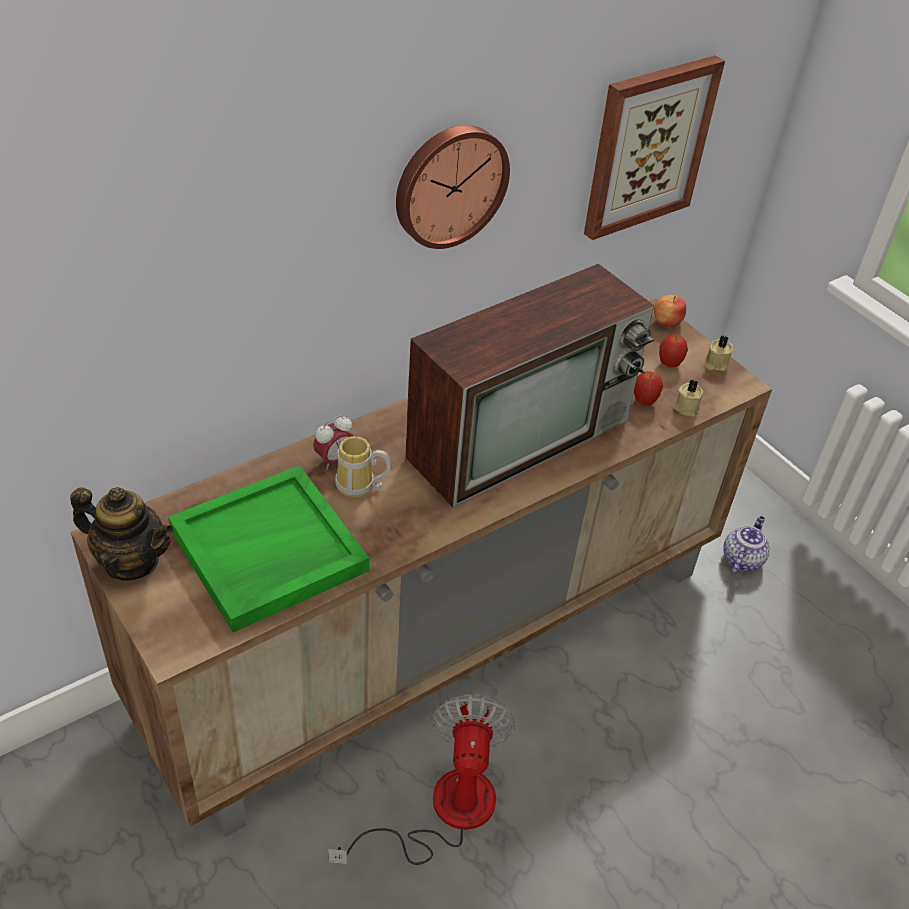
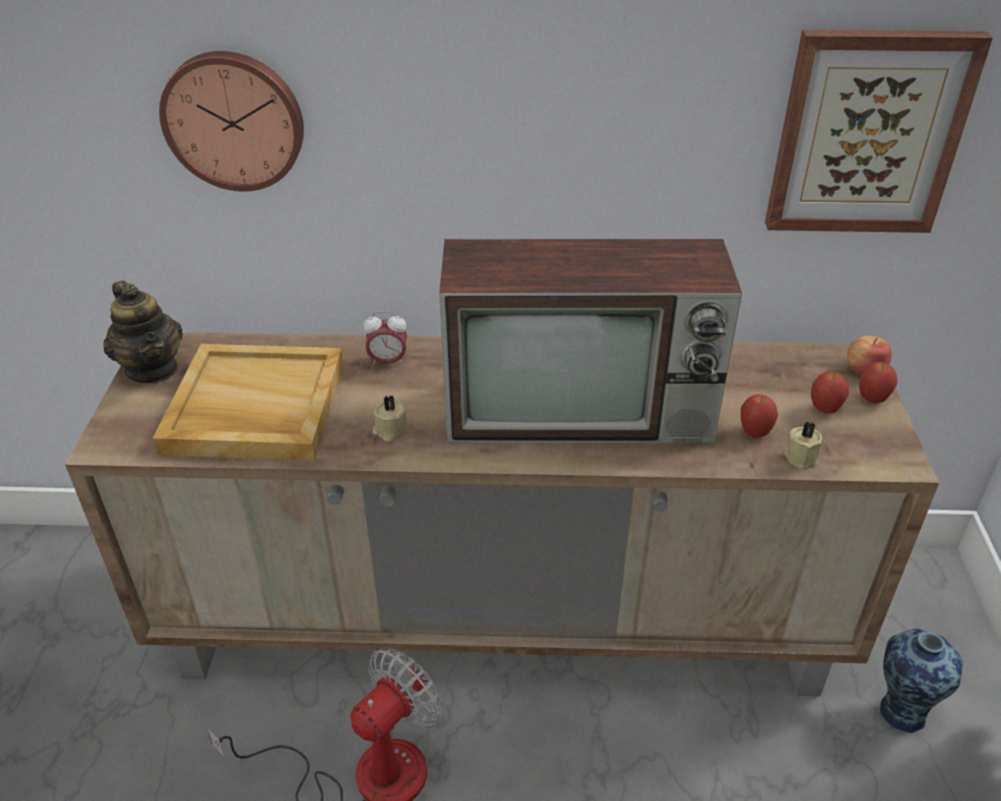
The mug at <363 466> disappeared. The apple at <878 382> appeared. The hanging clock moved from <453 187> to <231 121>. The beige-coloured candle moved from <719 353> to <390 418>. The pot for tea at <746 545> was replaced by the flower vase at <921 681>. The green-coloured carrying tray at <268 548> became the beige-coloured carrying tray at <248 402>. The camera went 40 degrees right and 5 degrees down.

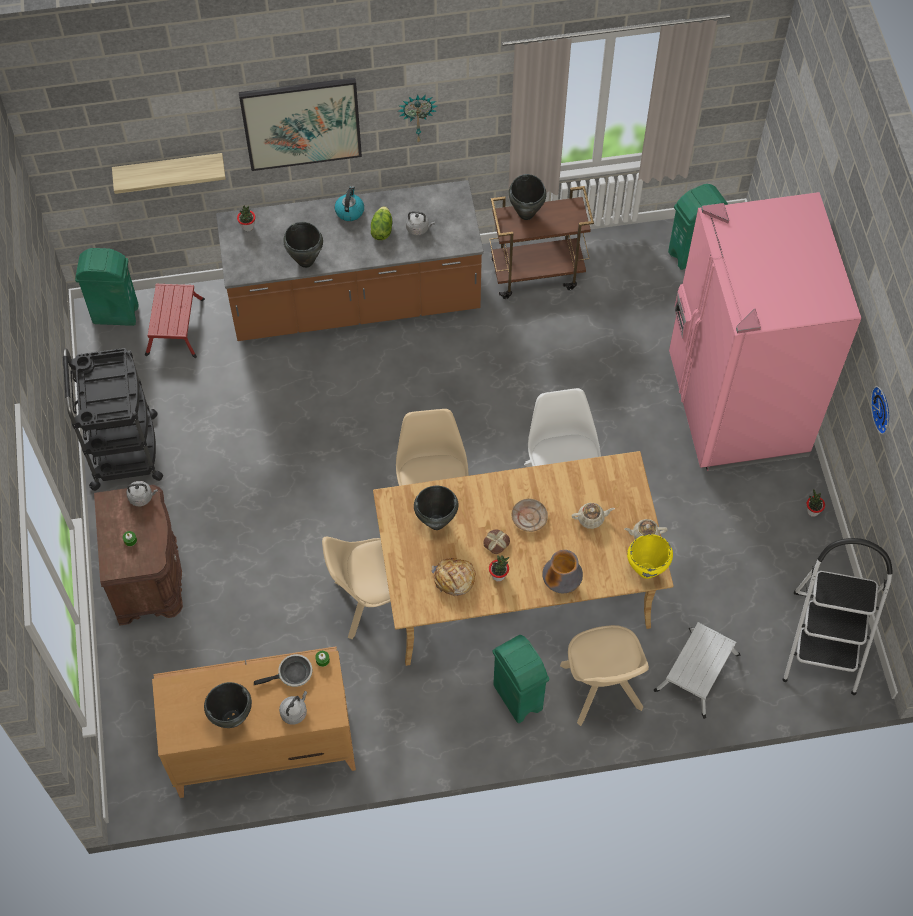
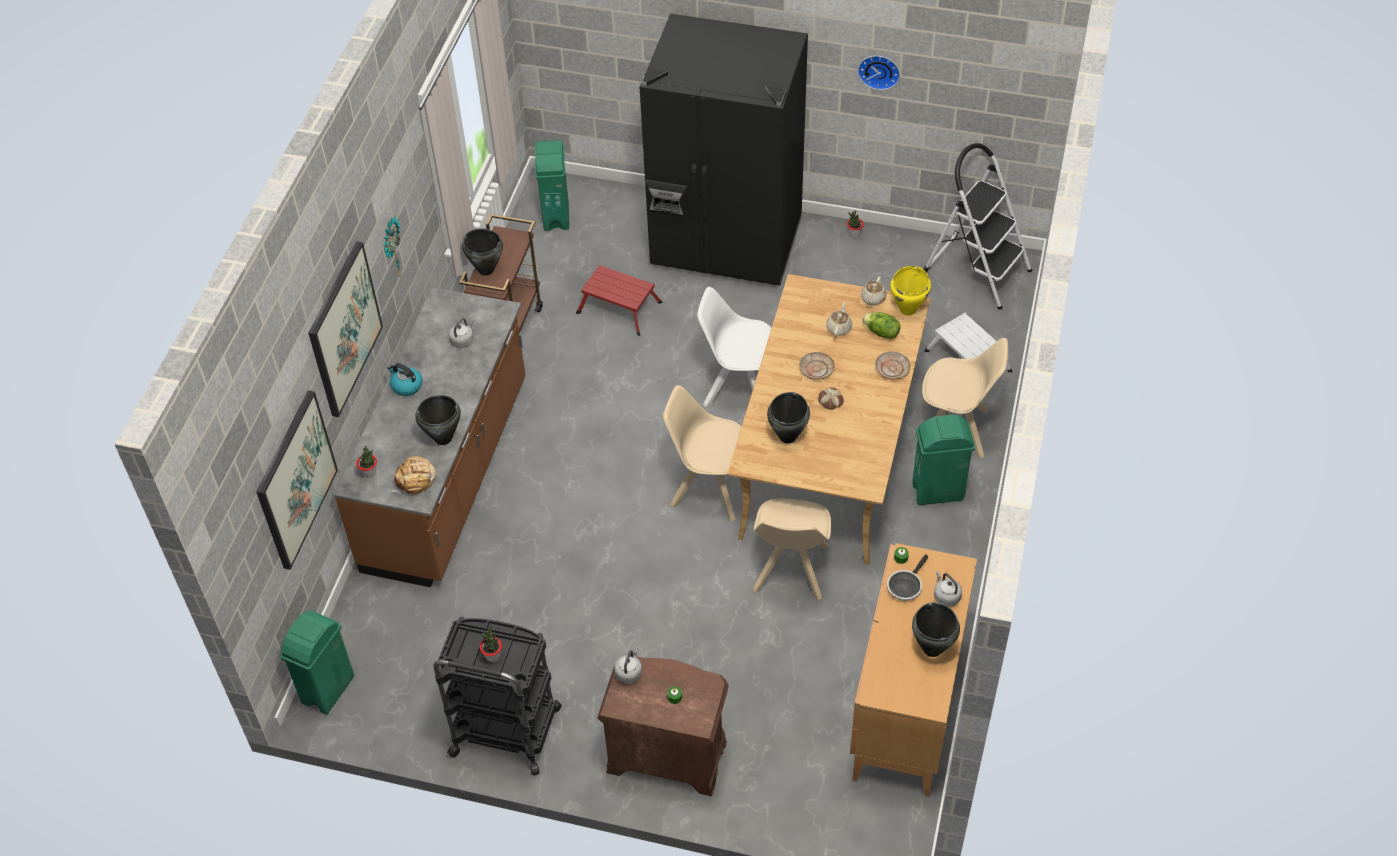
The red-coloured step ladder moved from <175 321> to <619 300>. The lettuce moved from <381 223> to <881 325>. The baked bread moved from <453 577> to <414 475>. The plant in a pot moved from <499 568> to <491 643>. The bracket shelf at <169 173> was replaced by the wall art at <297 480>. The flower vase at <562 571> was replaced by the beige-coloured plate at <893 365>. The pink-coloured fridge at <765 331> became the black fridge at <724 150>. The skillet at <283 670> turned 150 degrees counterclockwise. The camera went 65 degrees left and 10 degrees down.

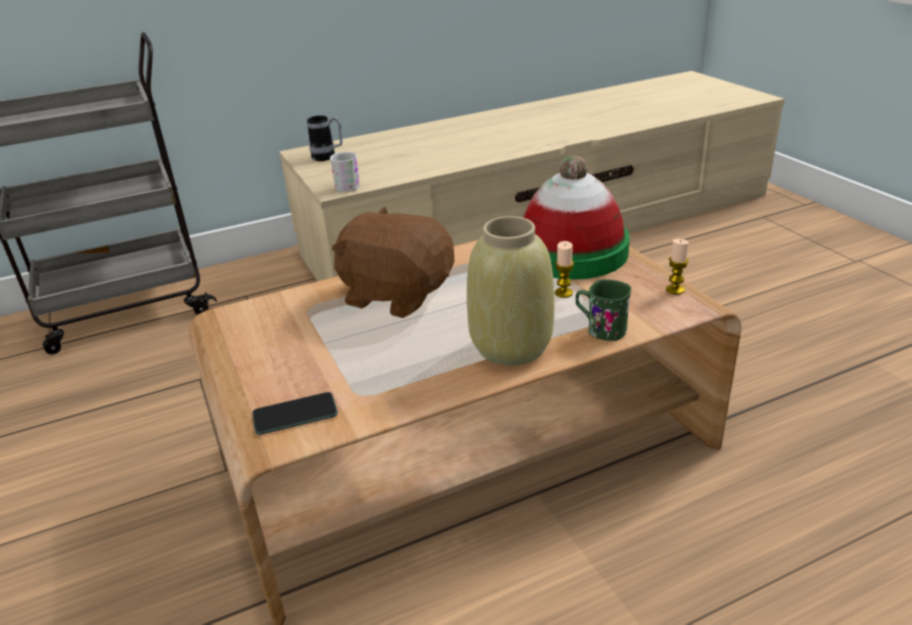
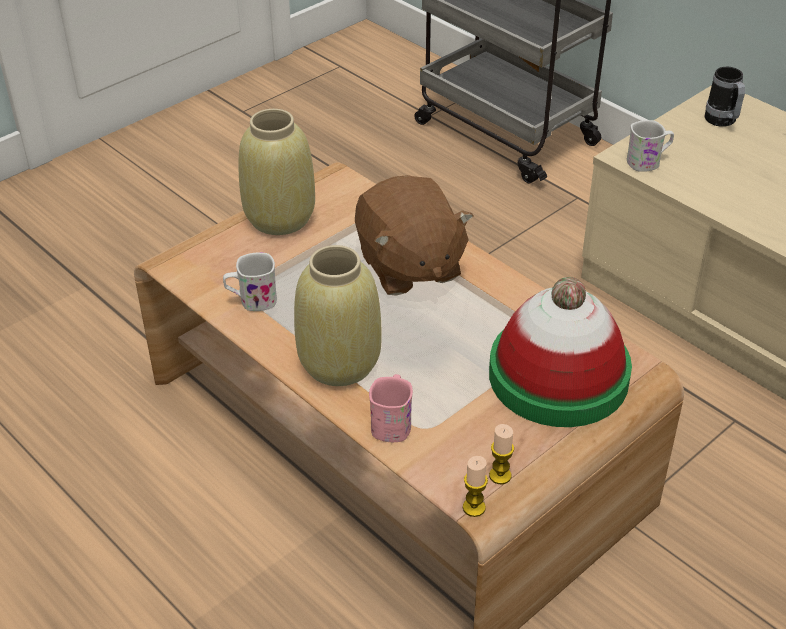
The telephone at <295 413> disappeared. The whitish mug at <250 282> appeared. The beige-coloured flower vase at <276 172> appeared. The candle moved from <564 269> to <475 486>. The green-coloured mug at <603 310> became the pink-coloured mug at <391 408>. The brown soft toy at <393 262> turned 150 degrees clockwise. The camera went 70 degrees right and 10 degrees up.

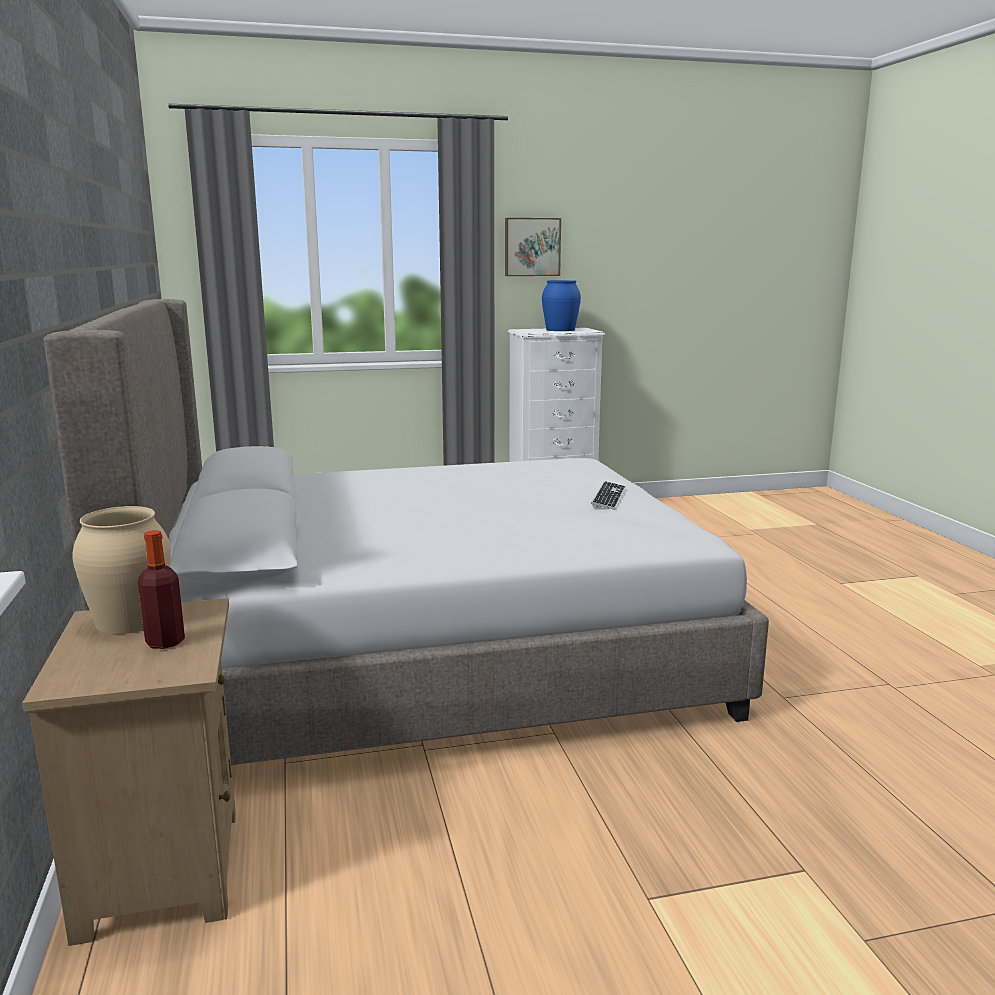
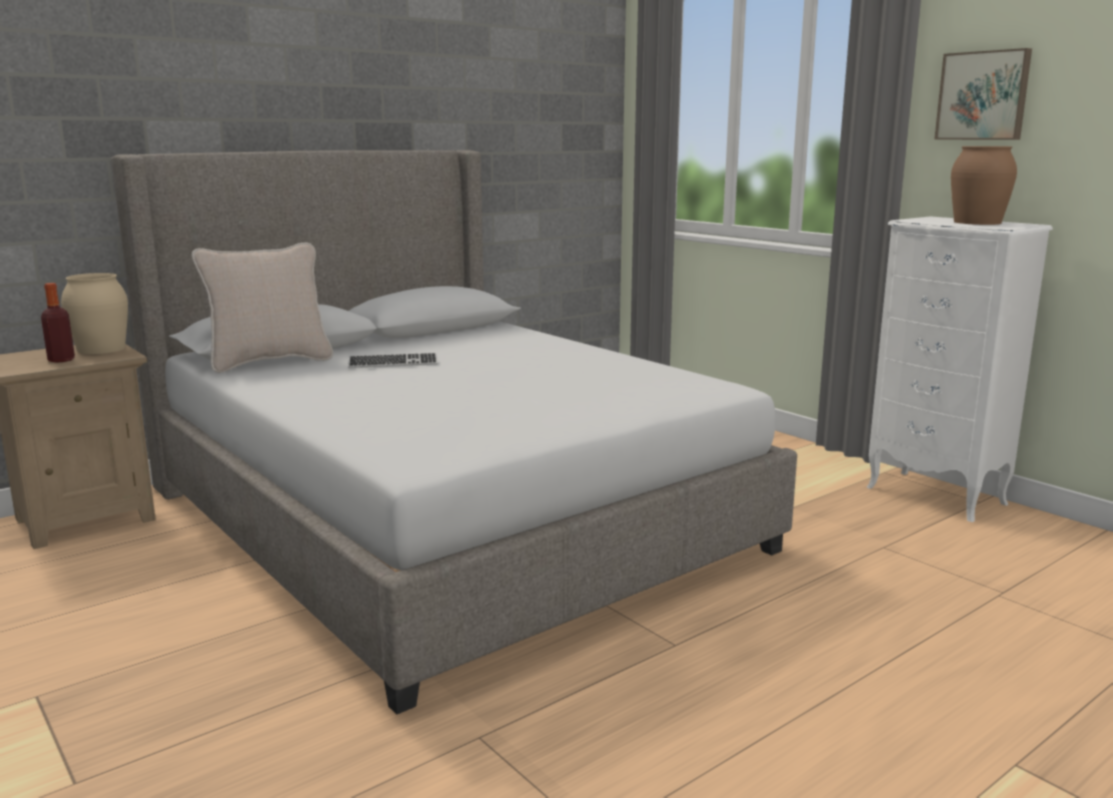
The beige-coloured cushion at <262 308> appeared. The PC keyboard moved from <608 495> to <393 360>. The blue-coloured flower vase at <561 305> became the brown flower vase at <984 185>. The camera went 65 degrees right and 0 degrees up.

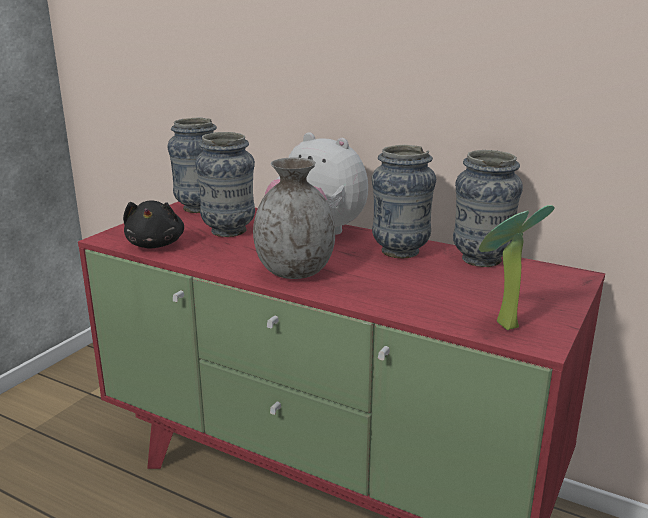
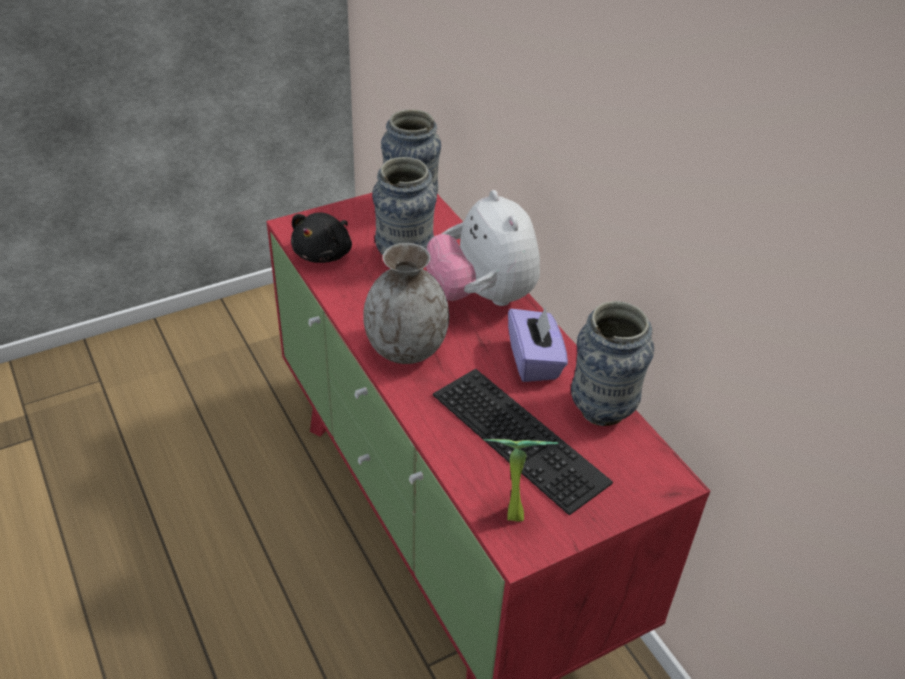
The PC keyboard at <523 442> appeared. The flower vase at <404 201> was replaced by the purple tissue box at <538 344>. The camera went 30 degrees right and 20 degrees up.

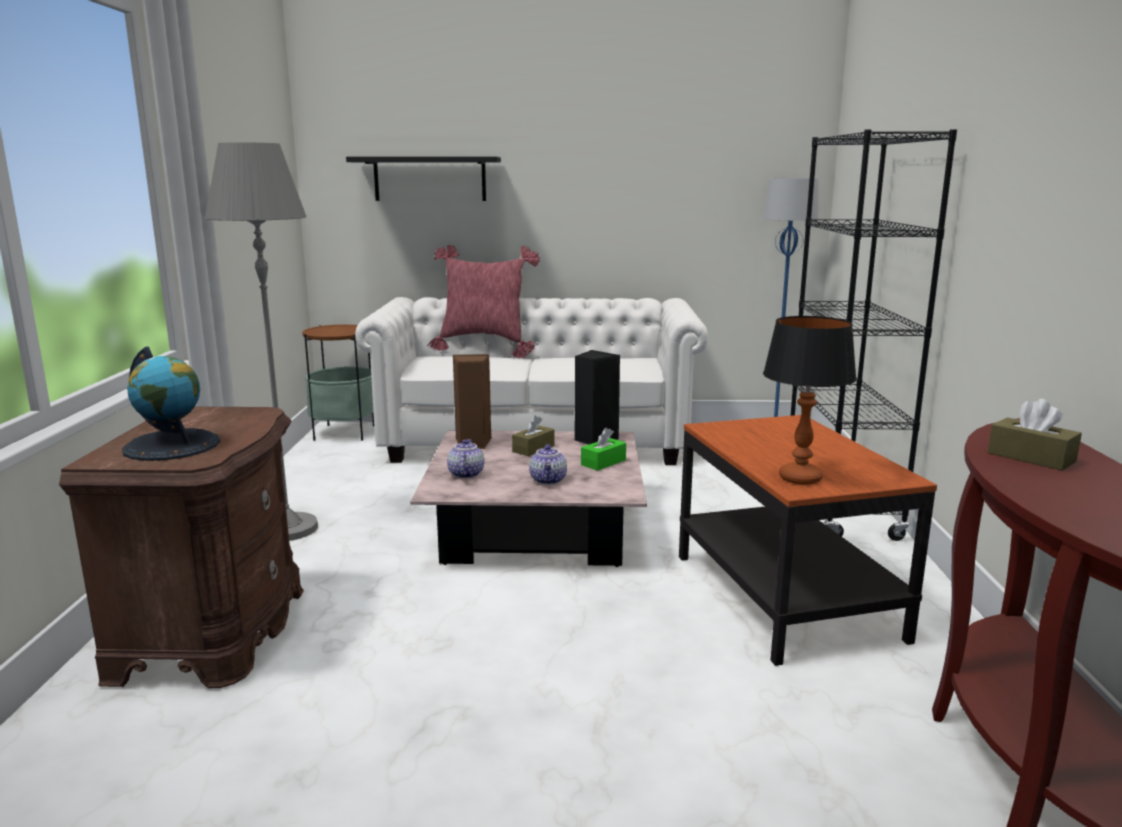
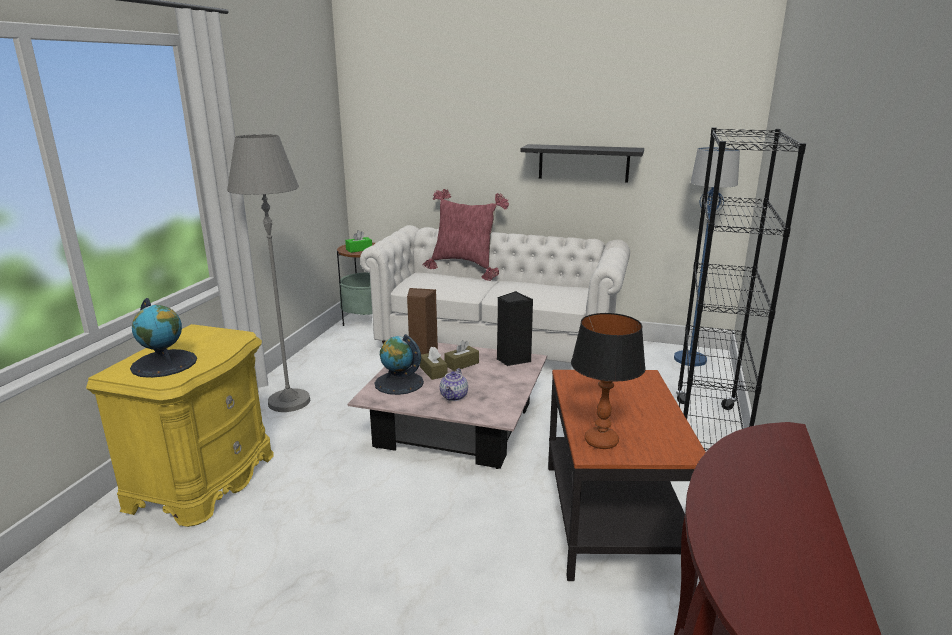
The black bracket shelf moved from <423 179> to <582 163>. The green-coloured tissue box moved from <603 449> to <358 241>. The brown tissue box moved from <1035 435> to <434 363>. The pot for tea at <465 459> was replaced by the globe at <399 364>. The brown bedside table at <181 547> became the yellow bedside table at <180 425>. The camera went 15 degrees right and 5 degrees up.

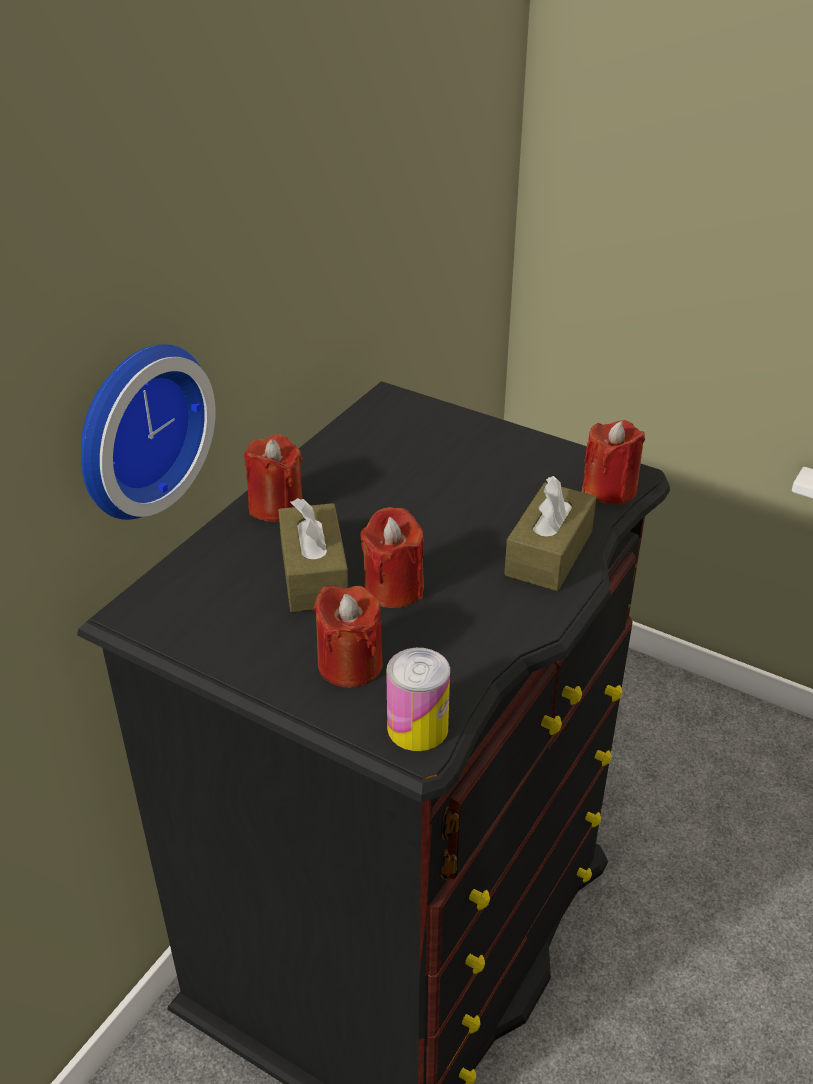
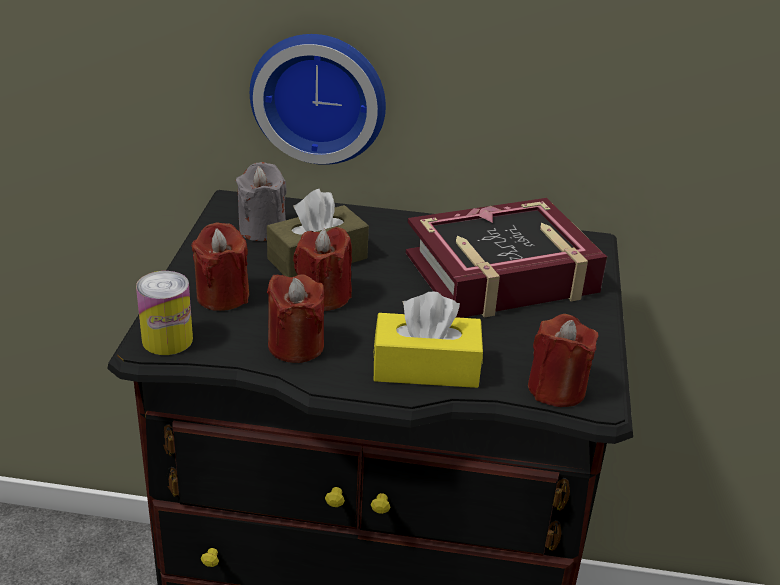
The greyish candle at <261 201> appeared. The volume at <506 258> appeared. The red-coloured candle moved from <273 478> to <295 318>. The brown tissue box at <550 533> became the yellow tissue box at <428 340>. The camera went 65 degrees right and 5 degrees down.

